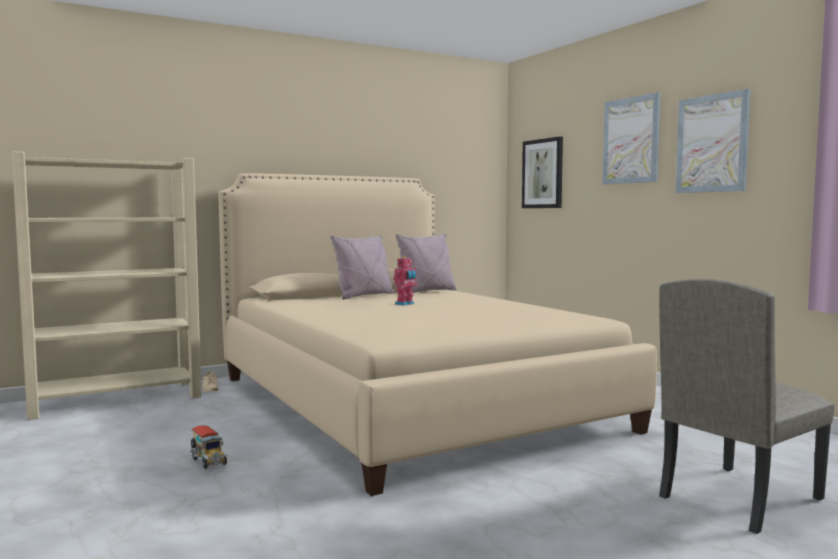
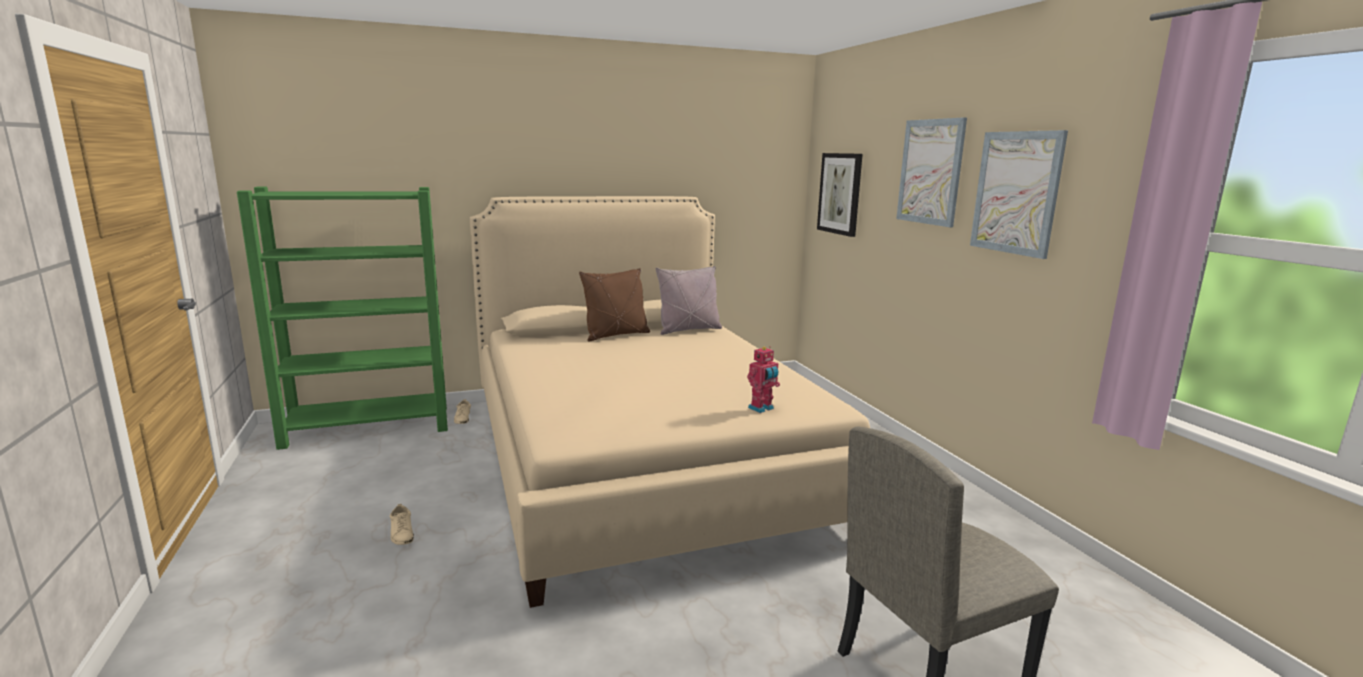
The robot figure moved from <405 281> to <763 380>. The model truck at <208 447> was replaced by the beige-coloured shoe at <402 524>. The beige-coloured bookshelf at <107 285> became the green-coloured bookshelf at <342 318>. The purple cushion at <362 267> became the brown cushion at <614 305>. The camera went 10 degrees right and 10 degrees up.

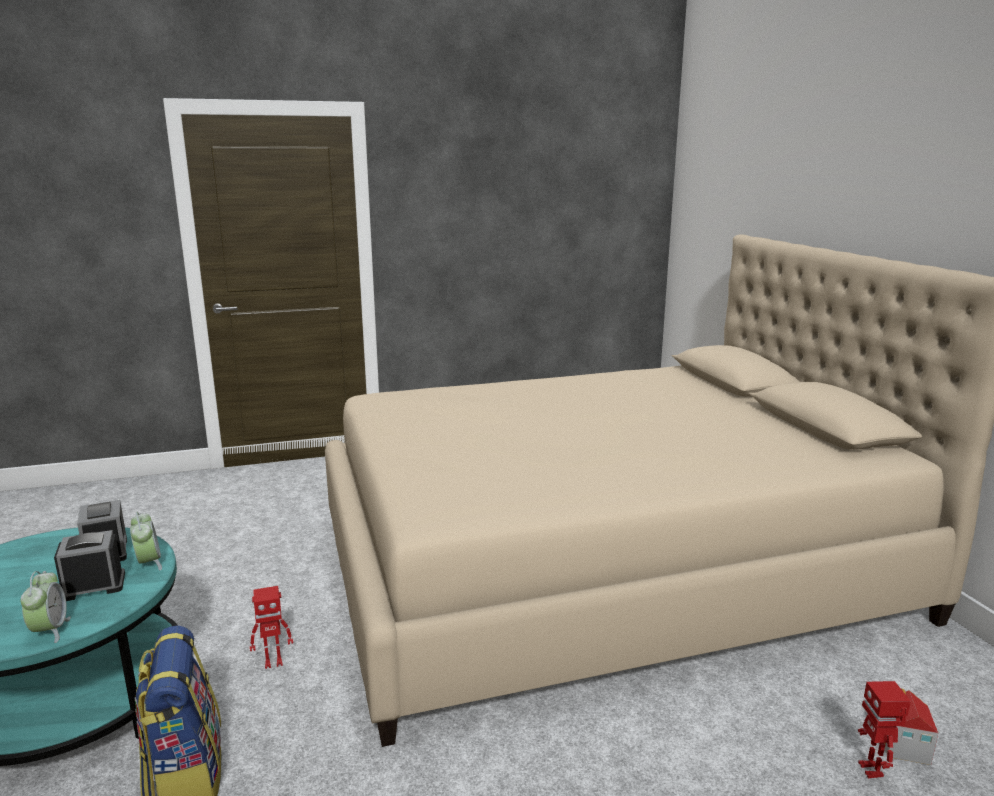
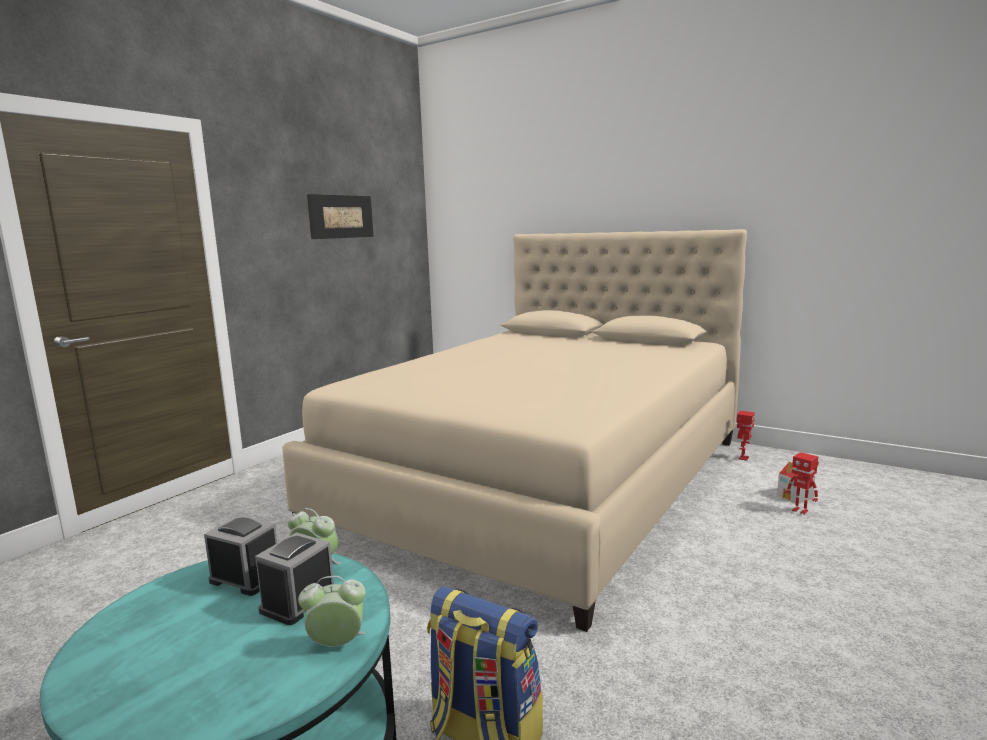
The wall art at <340 216> appeared. The robot figure moved from <271 627> to <746 436>. The bedside clock at <45 607> turned 45 degrees counterclockwise. The camera went 40 degrees left and 5 degrees down.

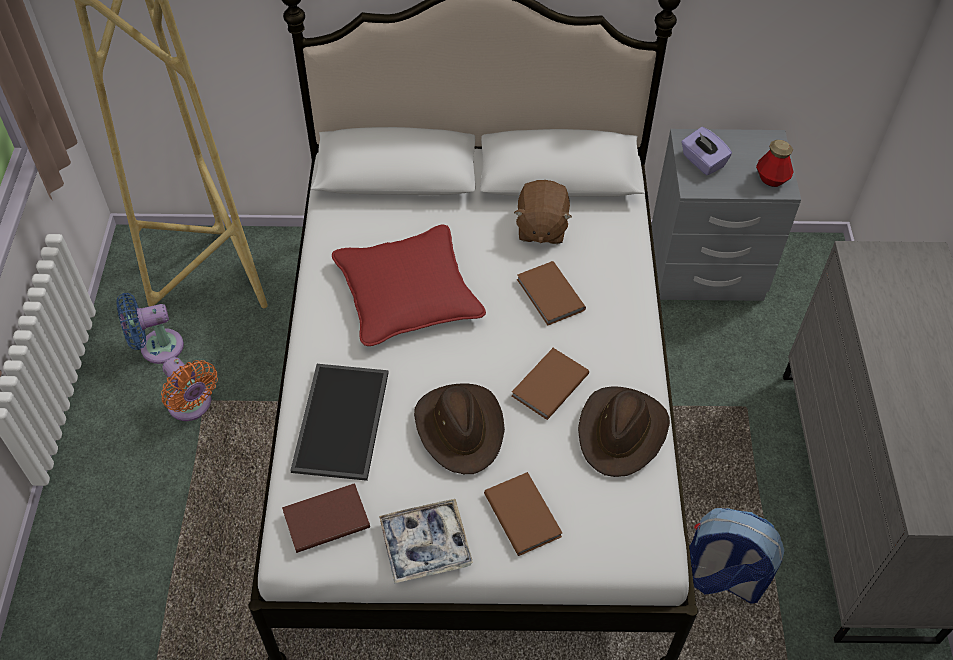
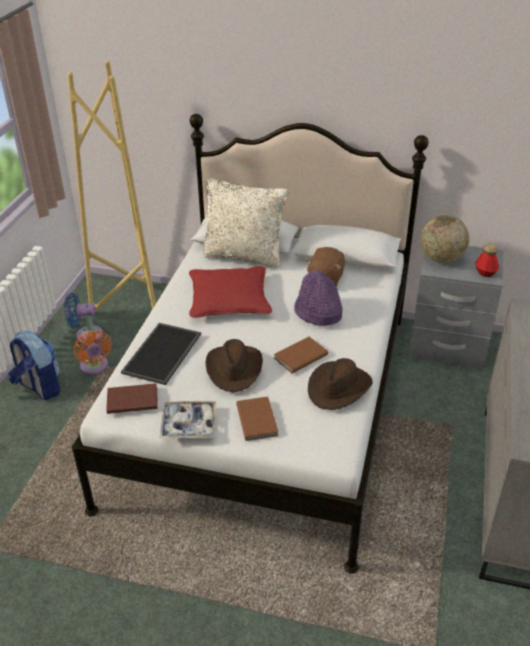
The beige-coloured cushion at <245 223> appeared. The rucksack moved from <736 556> to <34 365>. The brown volume at <551 293> was replaced by the purple hat at <318 298>. The purple tissue box at <706 151> was replaced by the globe at <445 239>. The camera went 15 degrees right and 15 degrees down.

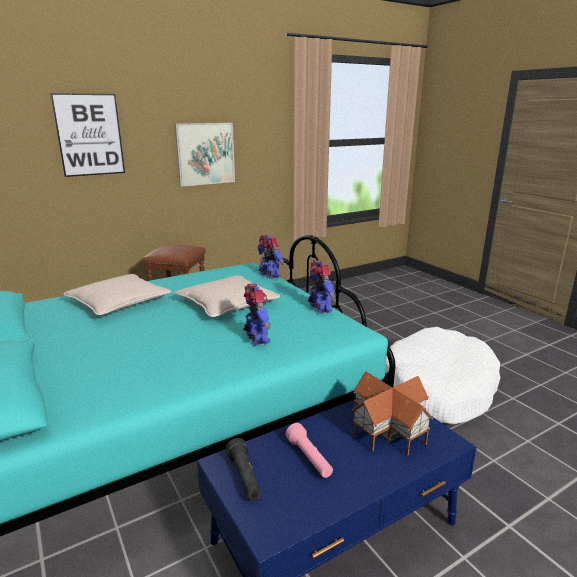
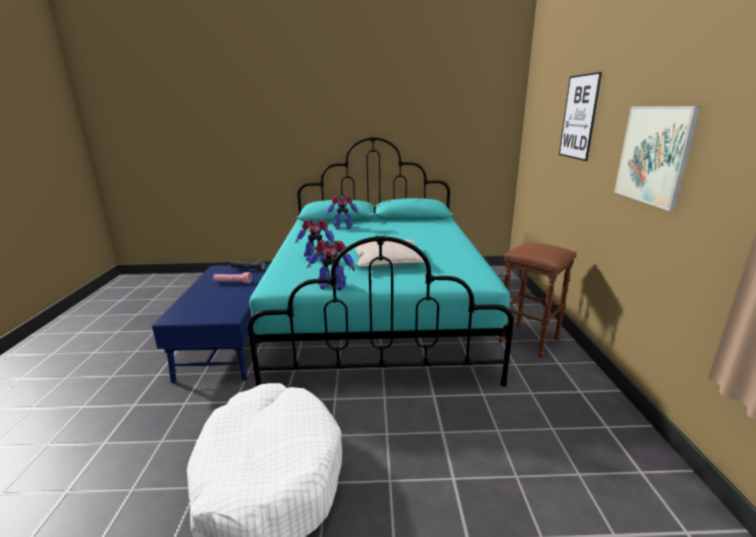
The beige-coloured cushion at <117 294> disappeared. The model house at <392 414> disappeared. The robot figure moved from <271 257> to <342 212>. The camera went 120 degrees right and 0 degrees up.

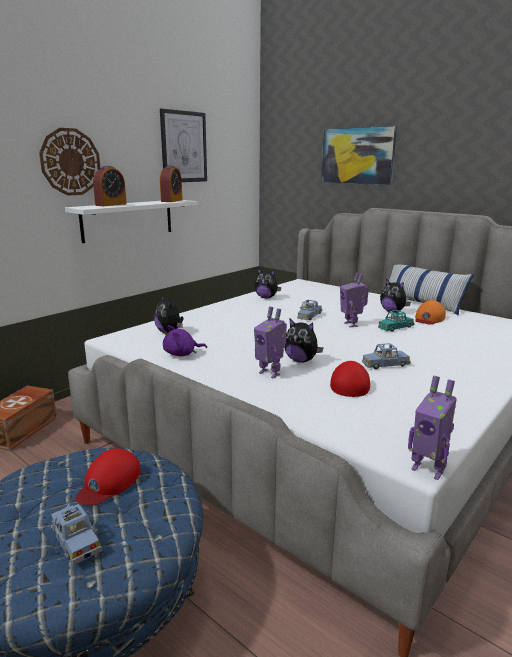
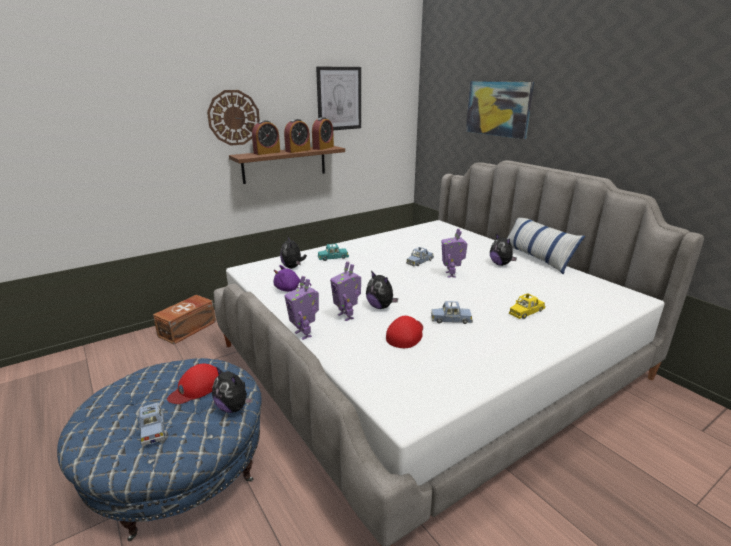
The orange-coloured peaked cap at <430 312> disappeared. The bedside clock at <297 136> appeared. The yellow model car at <527 306> appeared. The soft toy moved from <268 283> to <232 390>. The blue-green model car moved from <396 321> to <333 252>. The robot figure moved from <432 427> to <302 308>. The whitish bracket shelf at <131 221> became the brown bracket shelf at <287 165>. The camera went 15 degrees right and 5 degrees up.

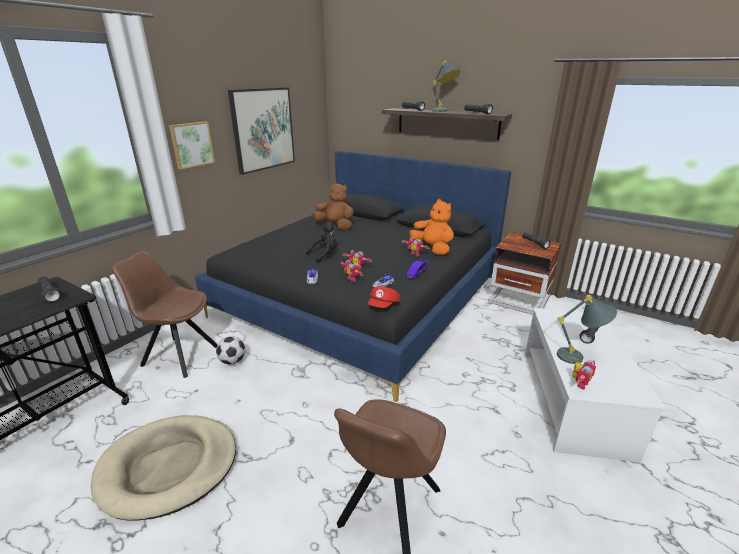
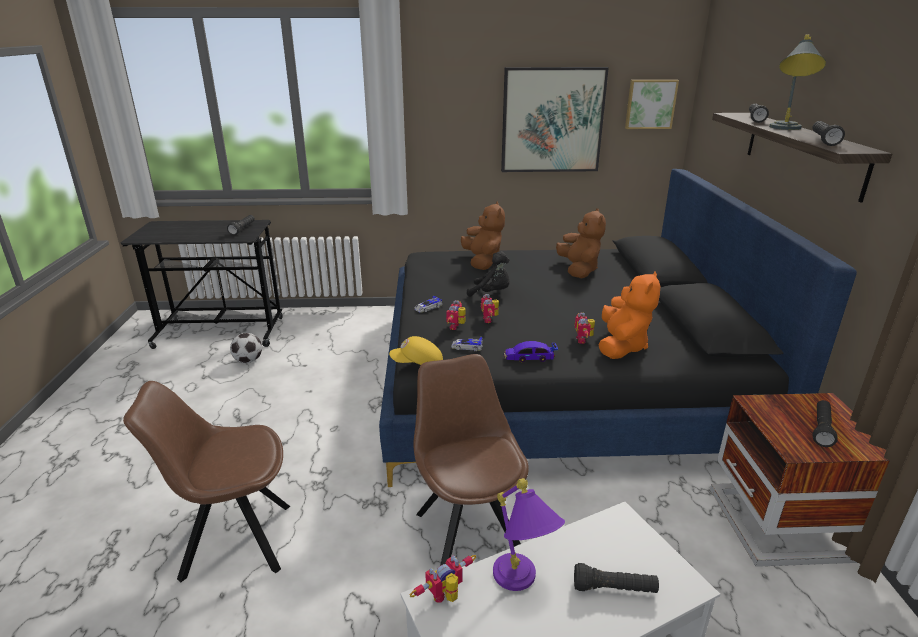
The beige-coloured pet bed at <163 468> disappeared. The brown soft toy at <483 236> appeared. The brown plain chair moved from <165 314> to <471 460>. The wall art moved from <192 145> to <652 104>. The football moved from <230 350> to <246 348>. The red-coloured peaked cap at <384 297> became the yellow peaked cap at <416 350>. The greyish table lamp at <587 329> became the purple table lamp at <529 534>. The robot figure at <584 374> turned 135 degrees clockwise. The camera went 55 degrees right and 0 degrees up.

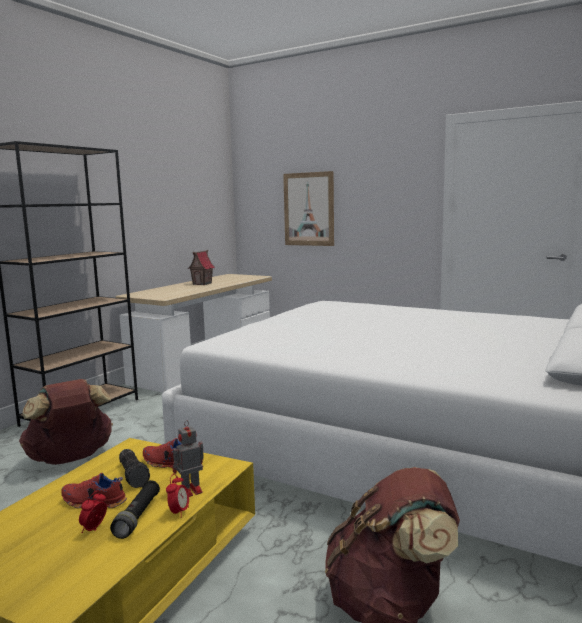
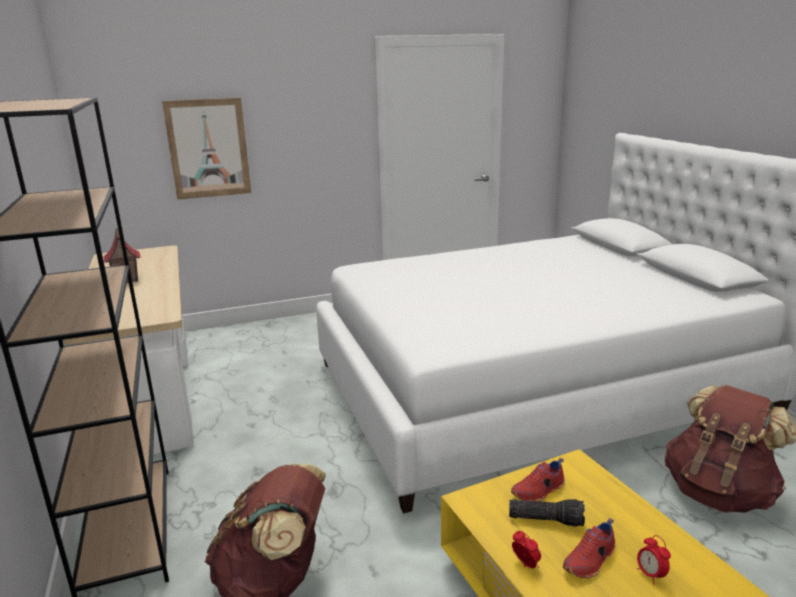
The black torch at <135 509> disappeared. The robot figure at <188 458> disappeared. The bedside clock moved from <177 496> to <526 549>. The camera went 50 degrees left and 10 degrees up.

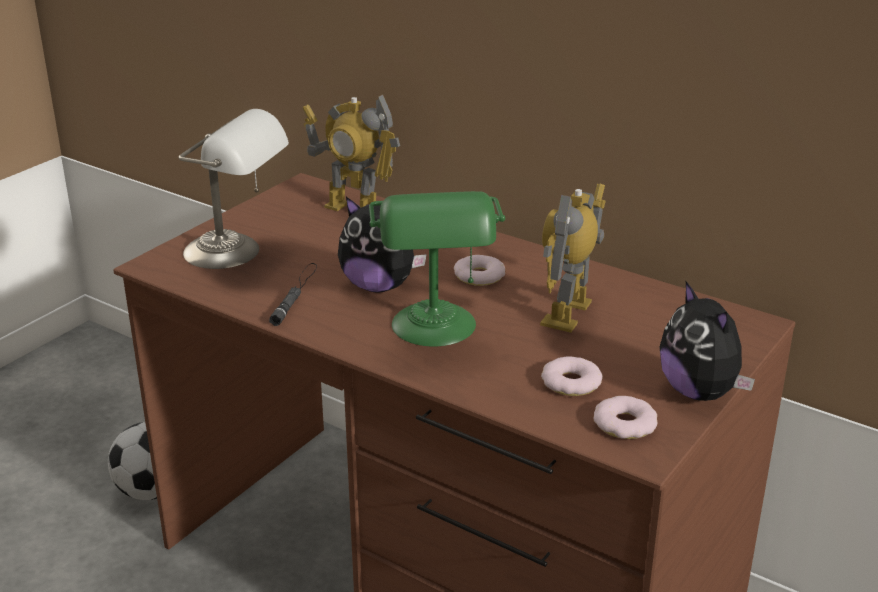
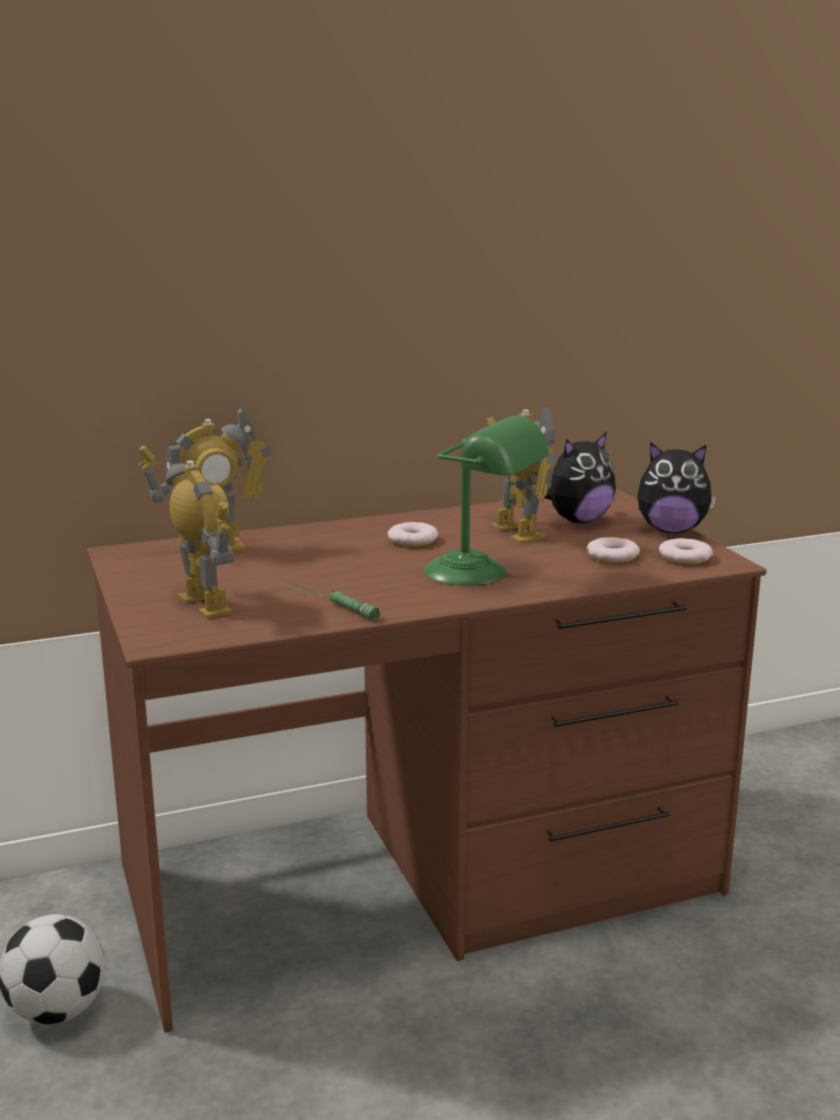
The soft toy moved from <382 245> to <580 477>. The whitish table lamp at <234 189> was replaced by the robot figure at <200 530>. The black torch at <293 294> became the green-coloured torch at <333 601>. The camera went 55 degrees left and 10 degrees down.

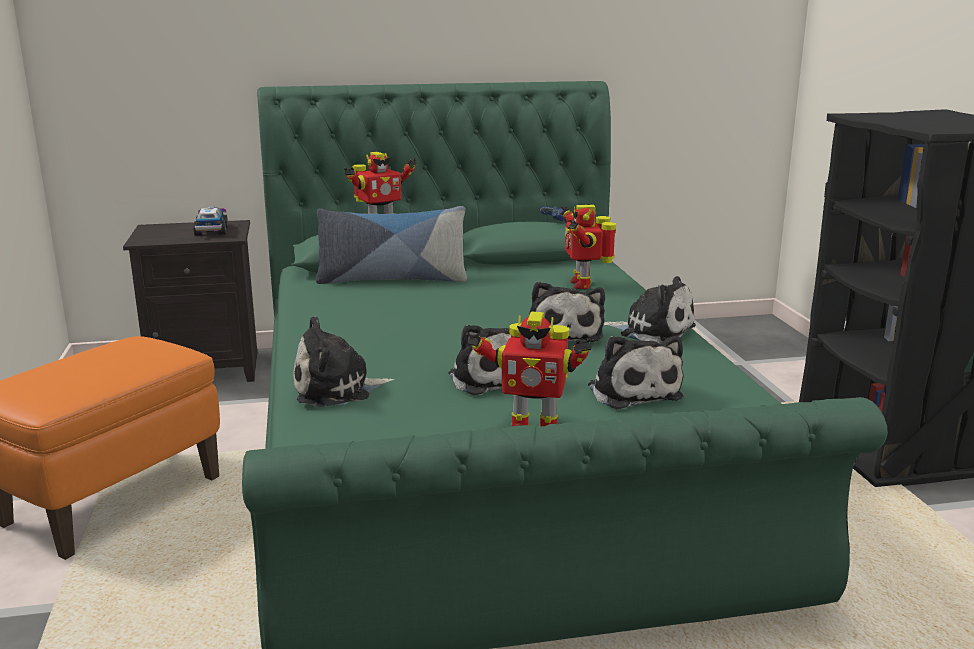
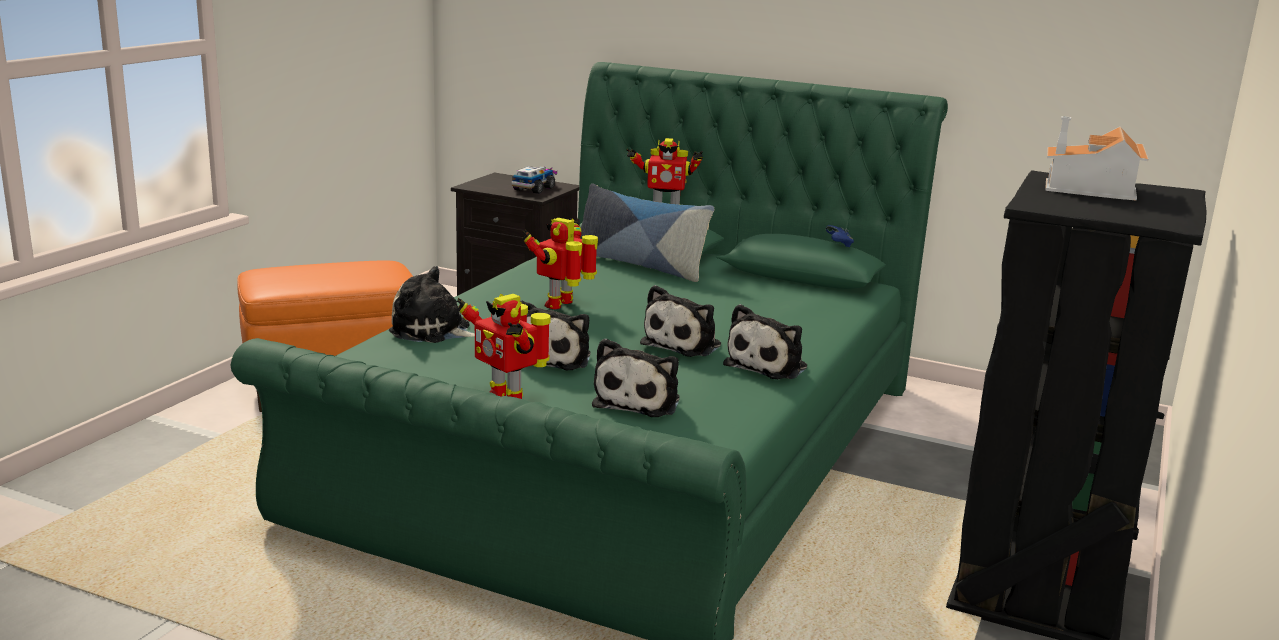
The model house at <1096 158> appeared. The robot figure moved from <588 246> to <560 263>. The soft toy at <649 309> turned 60 degrees clockwise. The camera went 35 degrees right and 0 degrees up.

